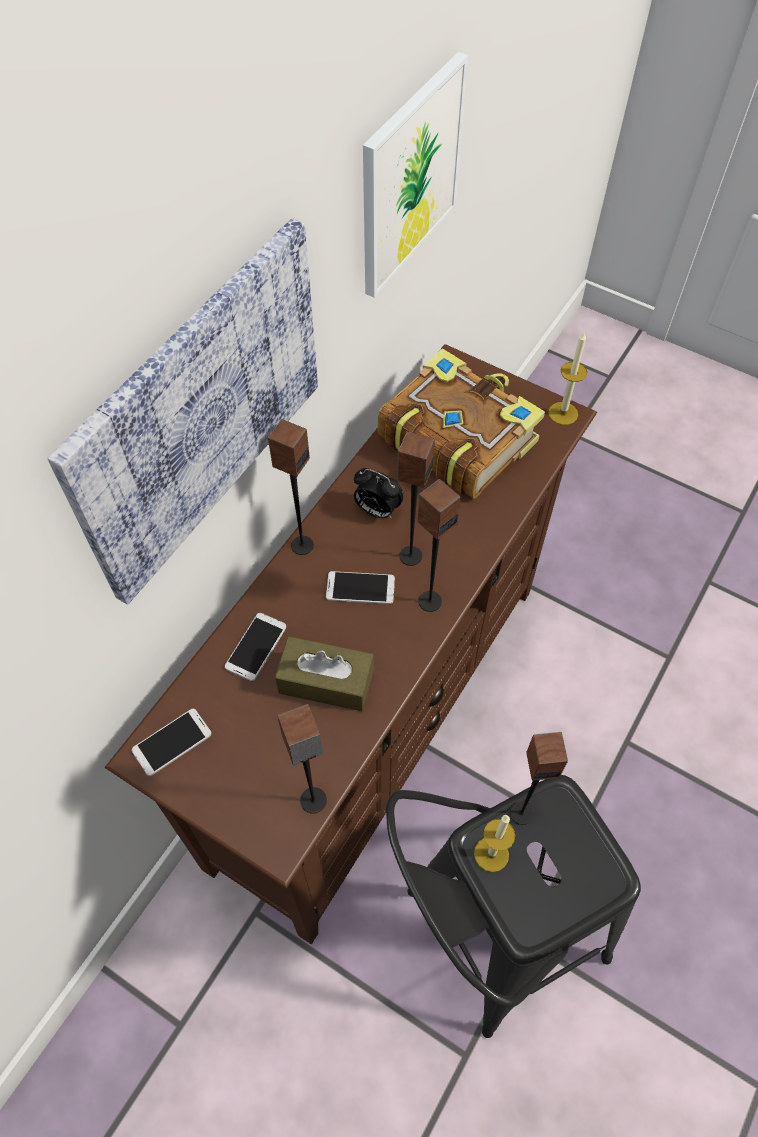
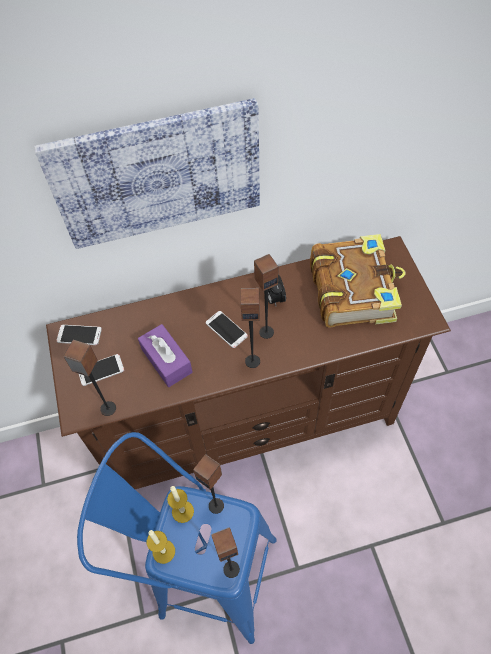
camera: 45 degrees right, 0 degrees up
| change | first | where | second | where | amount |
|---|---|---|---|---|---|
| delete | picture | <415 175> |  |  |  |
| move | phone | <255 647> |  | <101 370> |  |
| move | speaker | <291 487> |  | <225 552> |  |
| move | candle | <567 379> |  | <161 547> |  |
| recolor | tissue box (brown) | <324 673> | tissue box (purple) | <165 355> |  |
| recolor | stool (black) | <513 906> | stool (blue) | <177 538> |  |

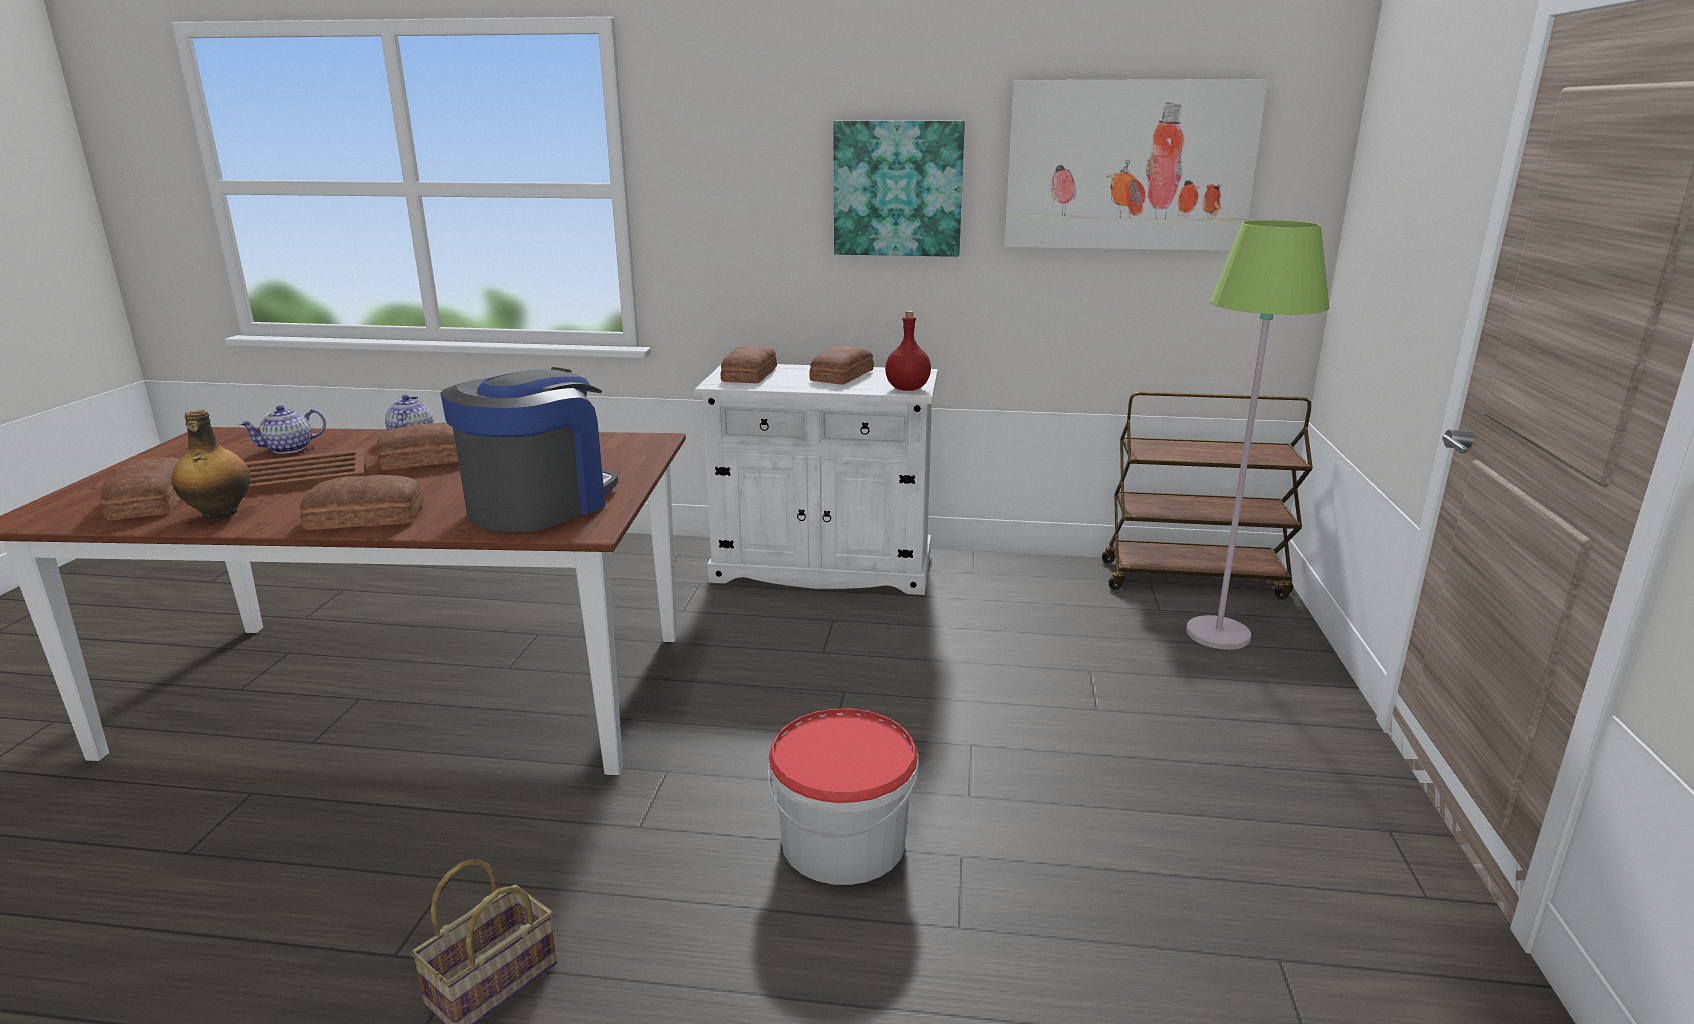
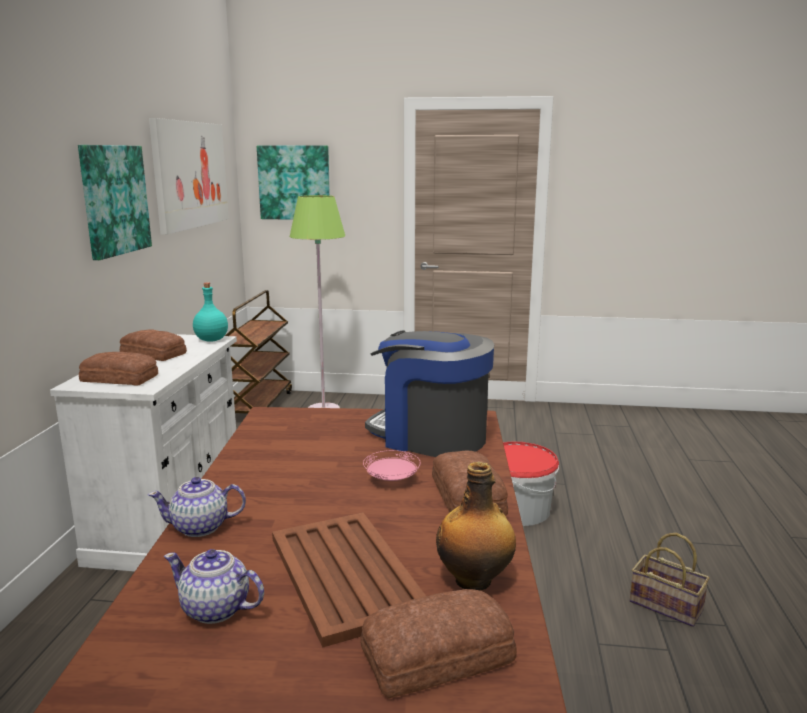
camera: 90 degrees left, 5 degrees down
| change | first | where | second | where | amount |
|---|---|---|---|---|---|
| delete | bread | <417 446> |  |  |  |
| insert |  |  | picture | <293 182> |  |
| insert |  |  | plate (pink) | <392 465> |  |
| recolor | bottle (red) | <908 351> | bottle (turquoise) | <210 312> |  |
| rotate | teapot | <282 429> |  | <214 586> | 150 degrees clockwise |

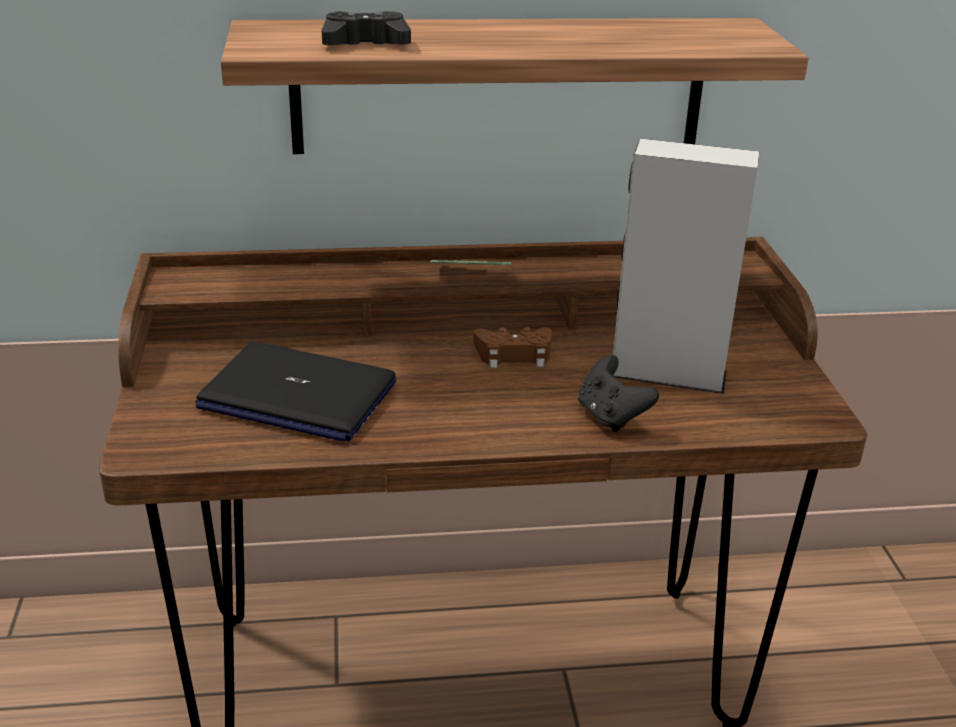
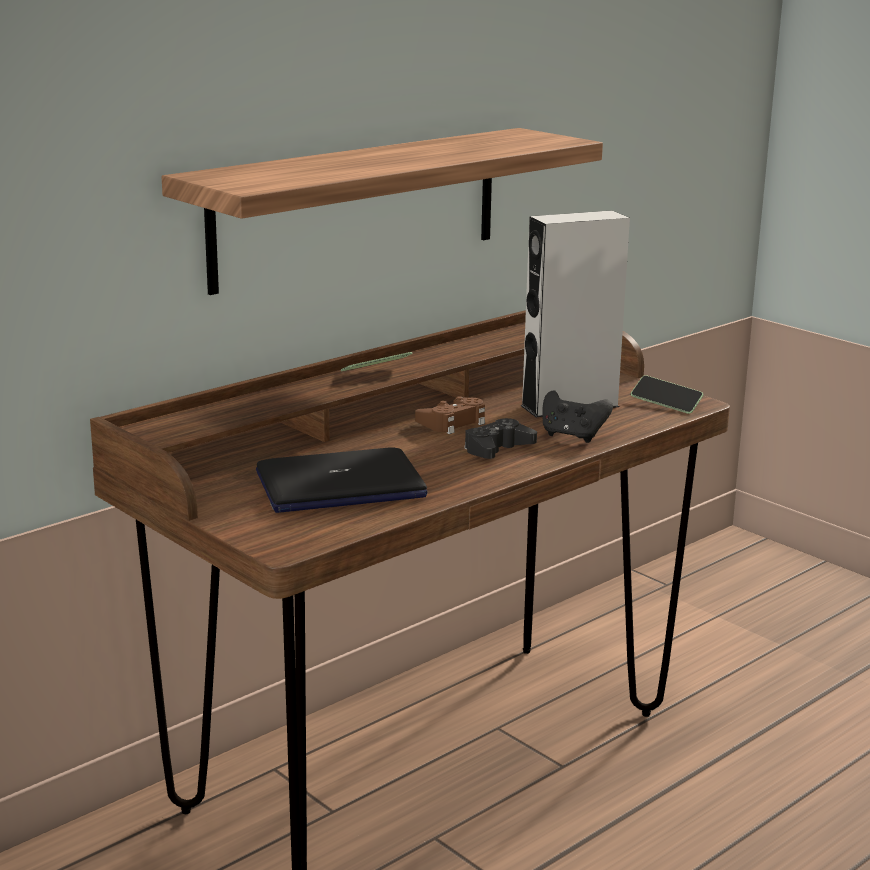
camera: 35 degrees left, 10 degrees down
| change | first | where | second | where | amount |
|---|---|---|---|---|---|
| insert |  |  | phone | <667 394> |  |
| move | game controller (black) | <366 28> |  | <500 438> |  |

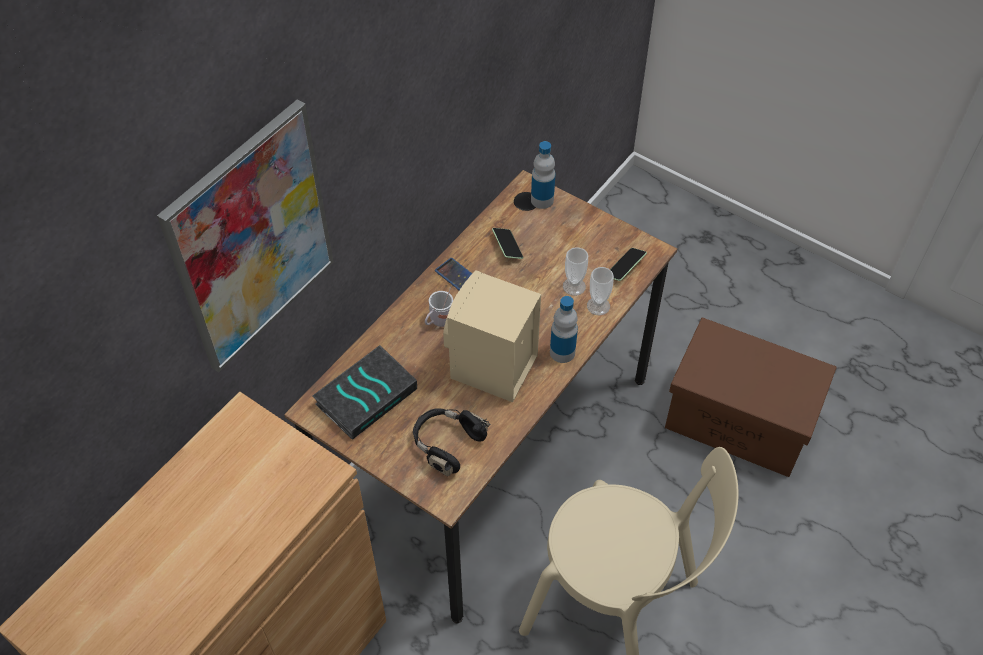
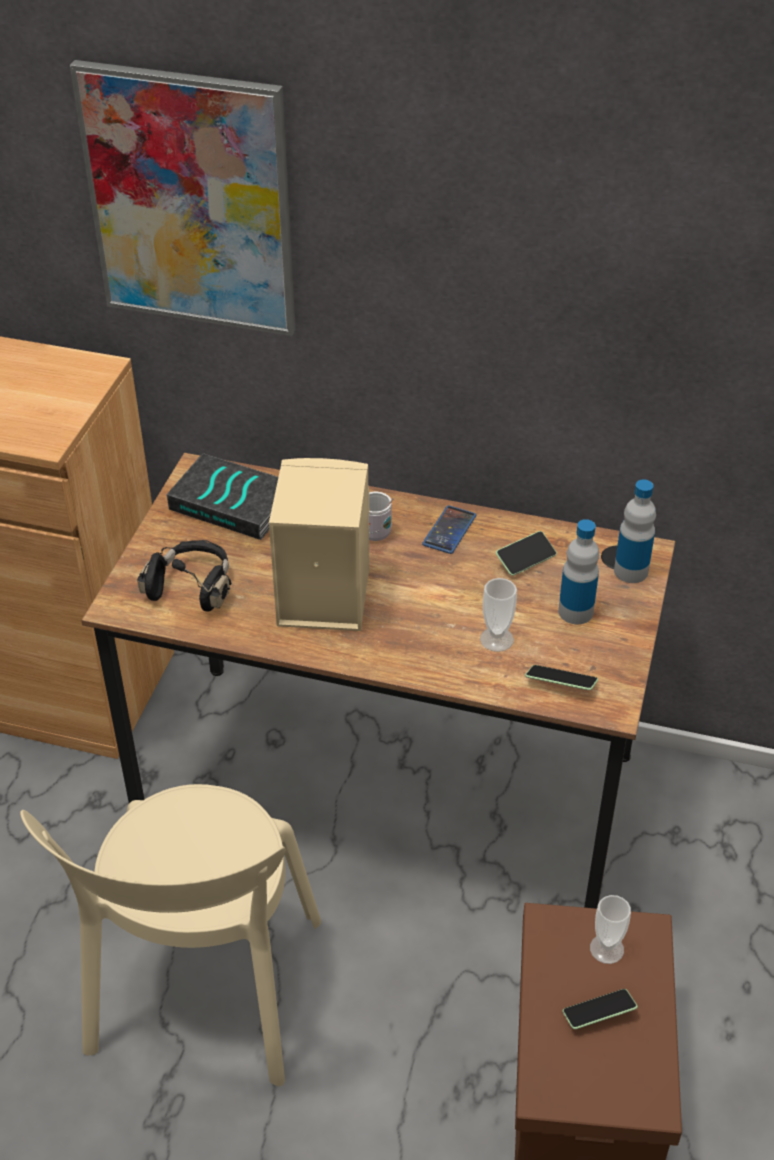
camera: 70 degrees right, 10 degrees down
| change | first | where | second | where | amount |
|---|---|---|---|---|---|
| insert |  |  | phone | <600 1009> |  |
| move | bottle | <564 329> |  | <578 571> |  |
| move | cup | <600 291> |  | <610 929> |  |

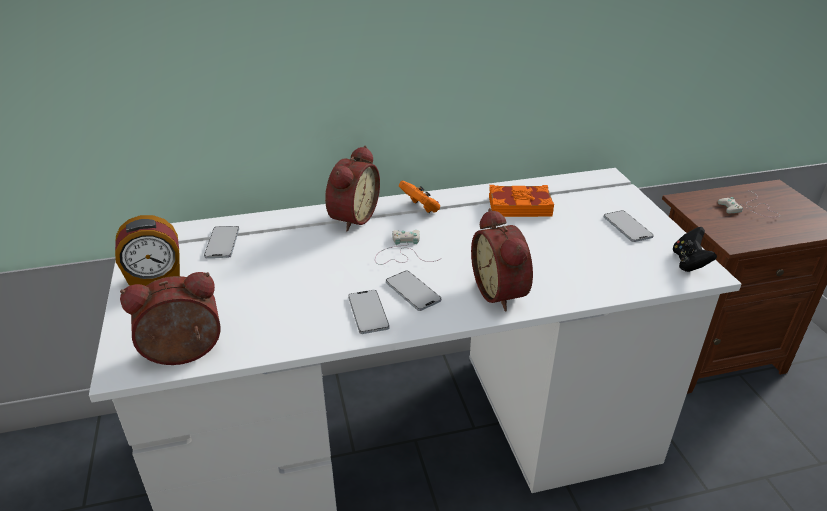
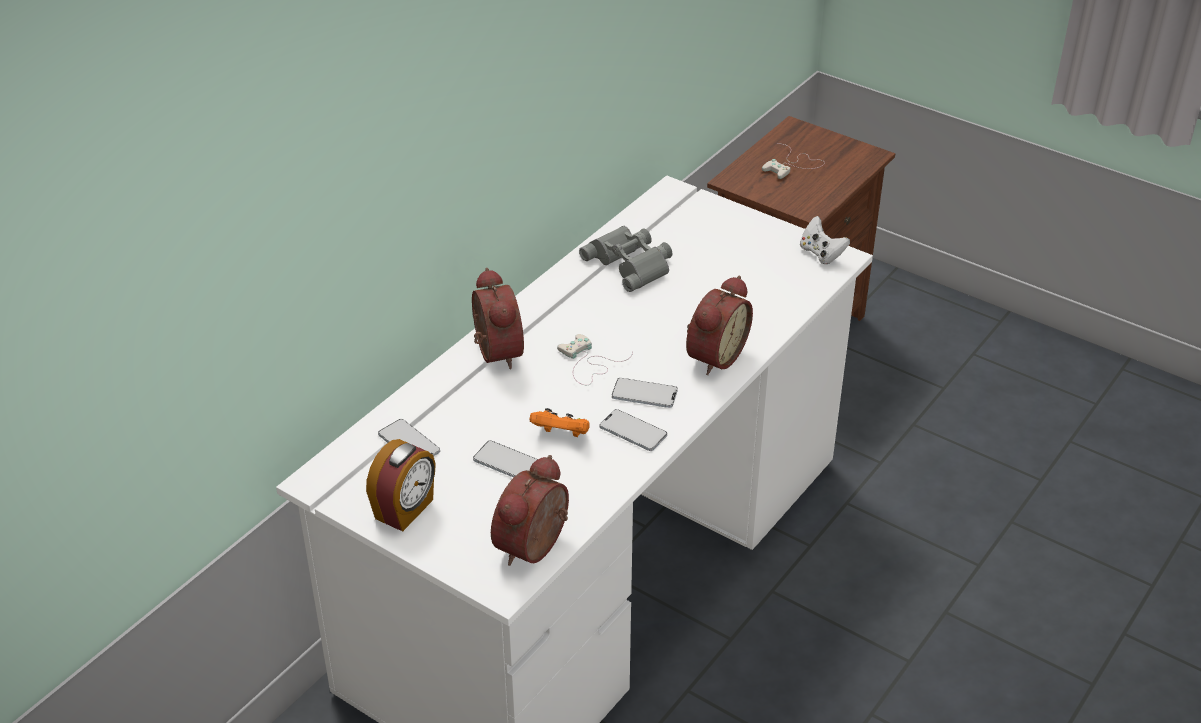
camera: 40 degrees left, 5 degrees up
| change | first | where | second | where | amount |
|---|---|---|---|---|---|
| move | game controller (orange) | <419 197> |  | <560 422> |  |
| move | phone | <629 226> |  | <505 459> |  |
| replace | book (orange) | <521 201> | binoculars (grey) | <625 259> |  |
| recolor | game controller (black) | <695 249> | game controller (white) | <825 240> |  |
| rotate | alarm clock | <502 259> |  | <719 325> | 90 degrees counterclockwise |

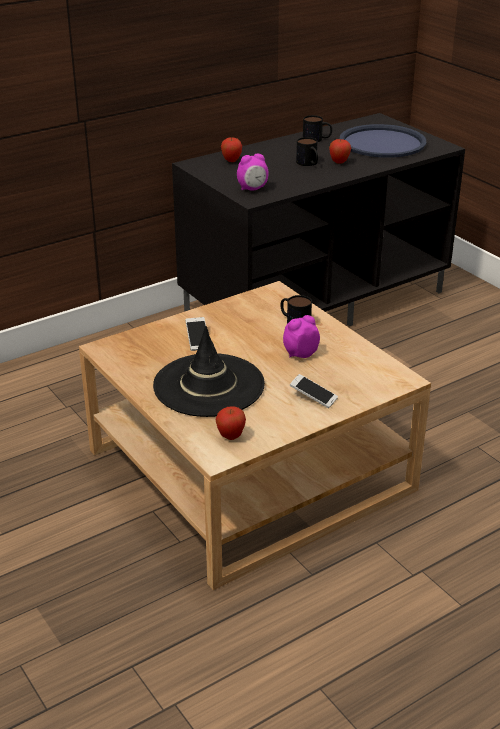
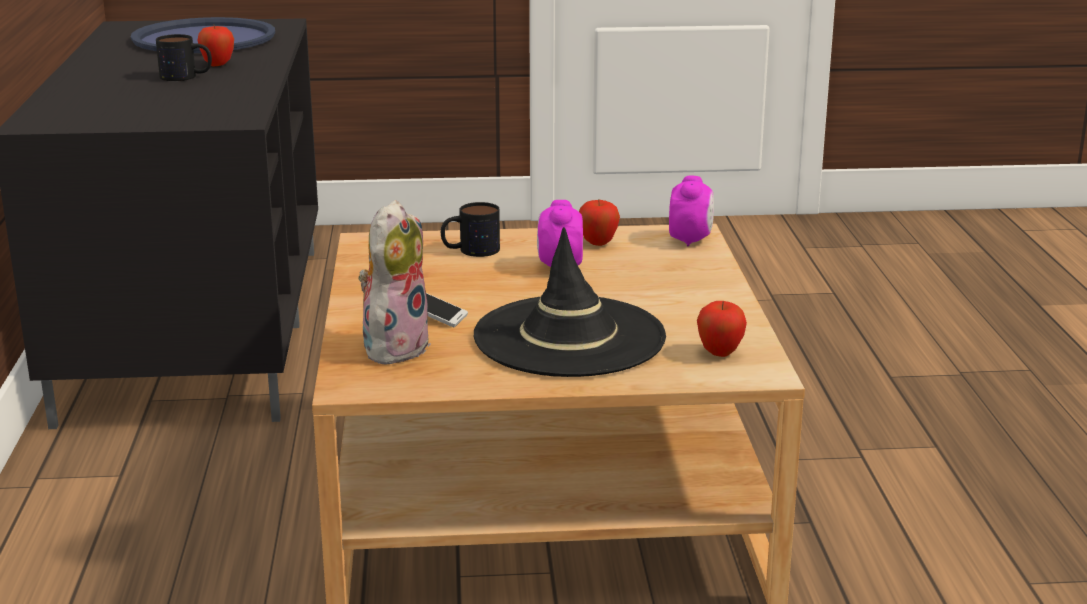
camera: 60 degrees left, 10 degrees down
| change | first | where | second | where | amount |
|---|---|---|---|---|---|
| delete | phone | <314 391> |  |  |  |
| delete | mug | <317 128> |  |  |  |
| insert |  |  | plush toy | <394 282> |  |
| move | apple | <231 149> |  | <599 222> |  |
| move | alarm clock | <253 172> |  | <691 211> |  |

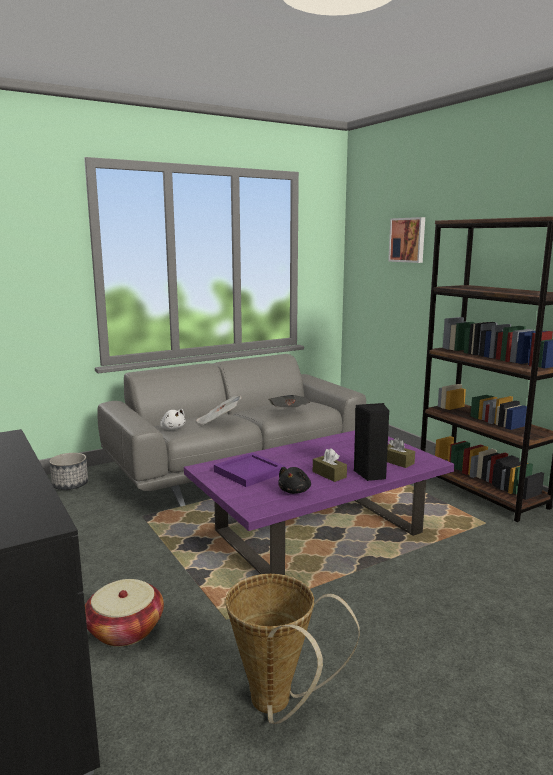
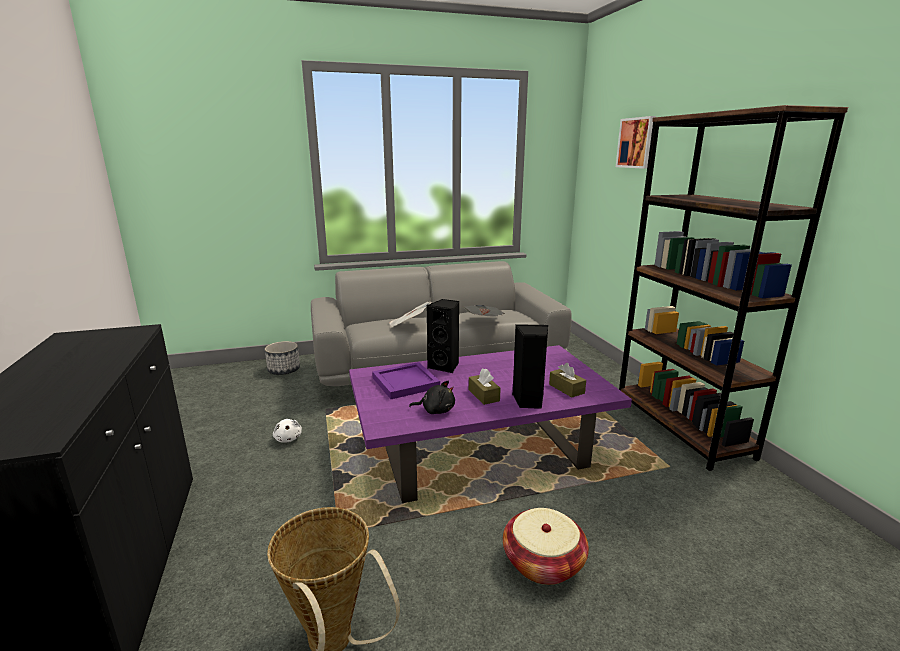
camera: 15 degrees right, 5 degrees up
| change | first | where | second | where | amount |
|---|---|---|---|---|---|
| insert |  |  | speaker (black) | <443 336> |  |
| move | basket | <124 613> |  | <546 546> |  |
| move | plush toy (white) | <172 419> |  | <287 430> |  |
| rotate | plush toy (black) | <294 480> |  | <432 397> | 120 degrees counterclockwise |

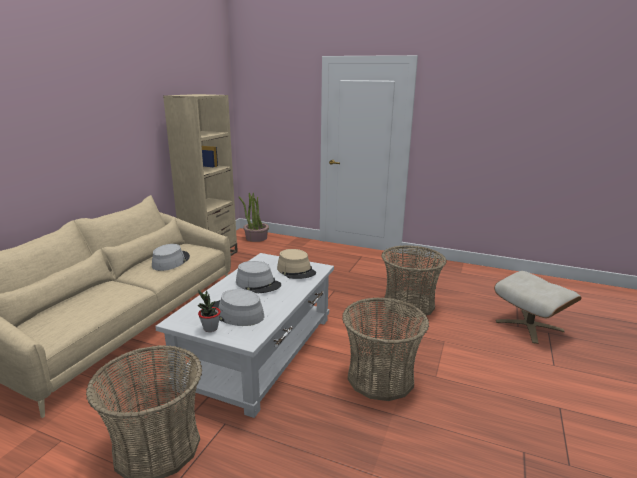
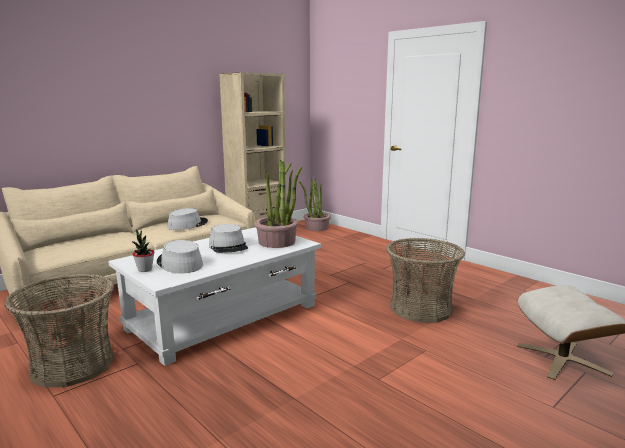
camera: 25 degrees right, 5 degrees down
| change | first | where | second | where | amount |
|---|---|---|---|---|---|
| delete | basket | <385 349> |  |  |  |
| replace | hat (beige) | <296 264> | potted plant | <278 204> |  |

